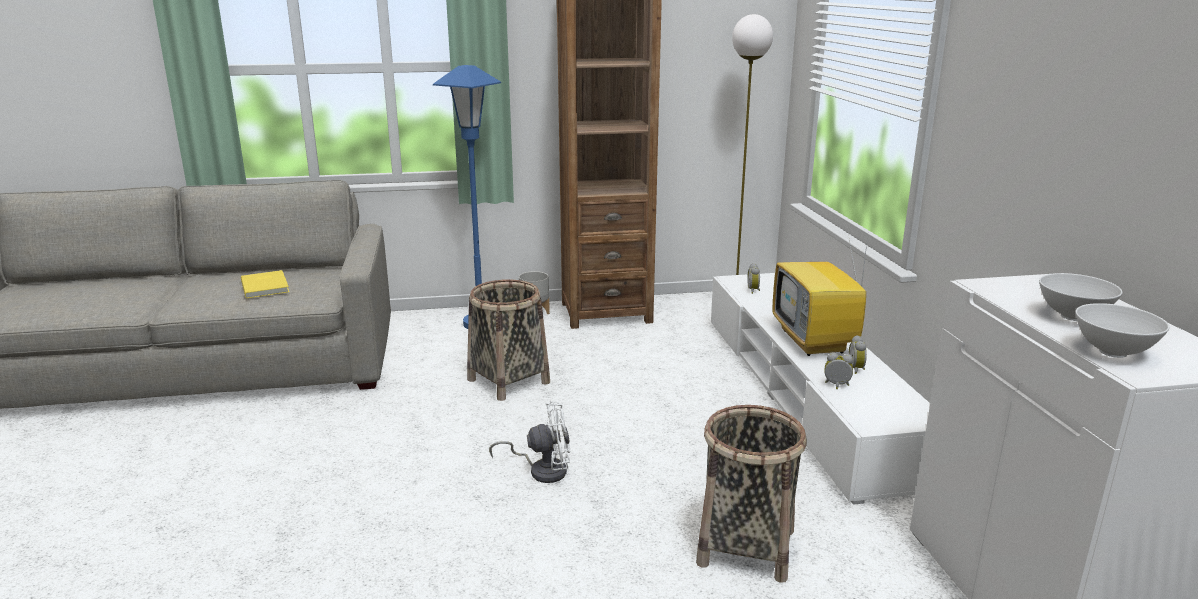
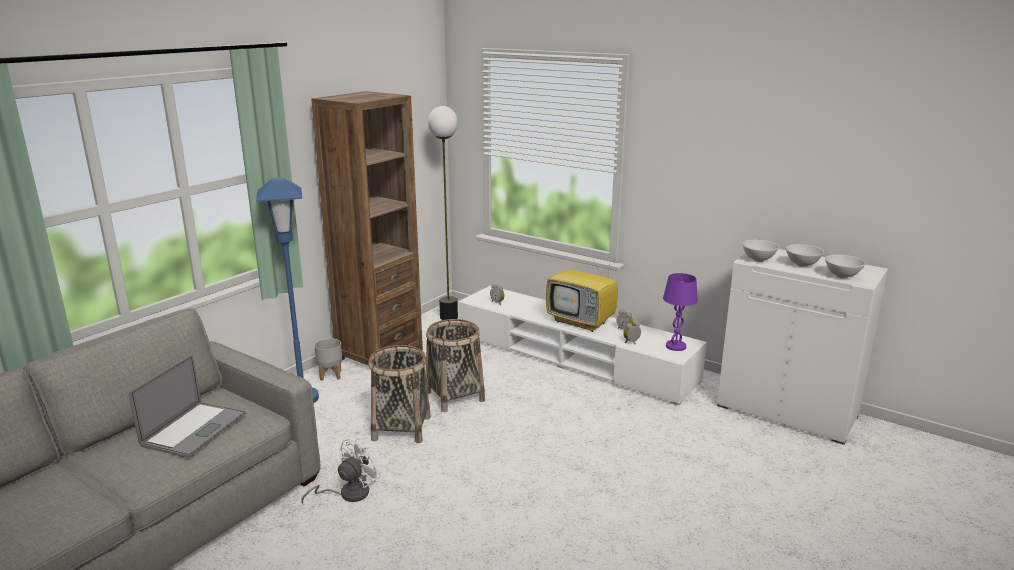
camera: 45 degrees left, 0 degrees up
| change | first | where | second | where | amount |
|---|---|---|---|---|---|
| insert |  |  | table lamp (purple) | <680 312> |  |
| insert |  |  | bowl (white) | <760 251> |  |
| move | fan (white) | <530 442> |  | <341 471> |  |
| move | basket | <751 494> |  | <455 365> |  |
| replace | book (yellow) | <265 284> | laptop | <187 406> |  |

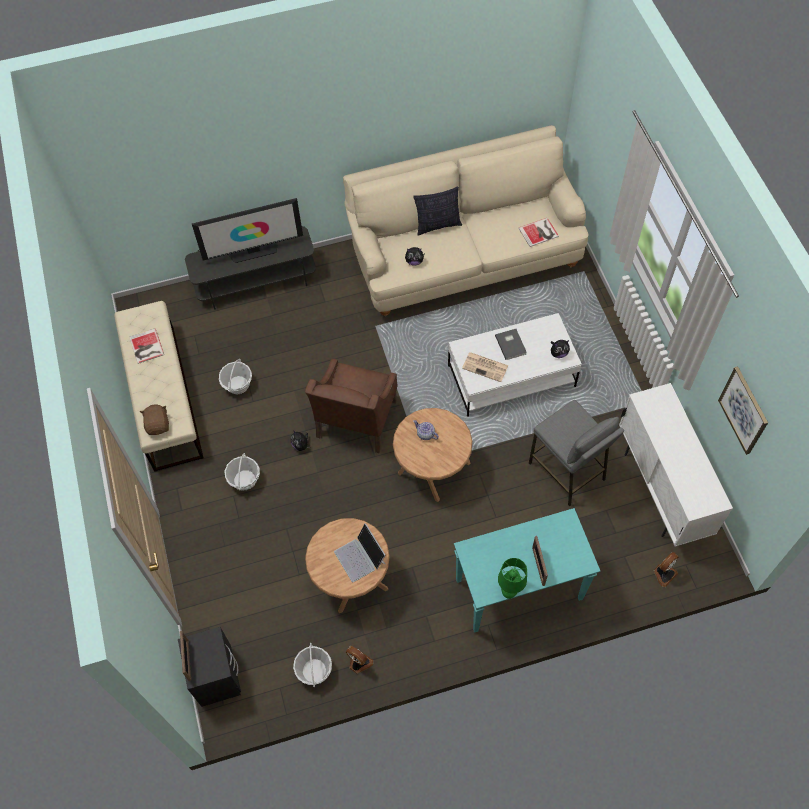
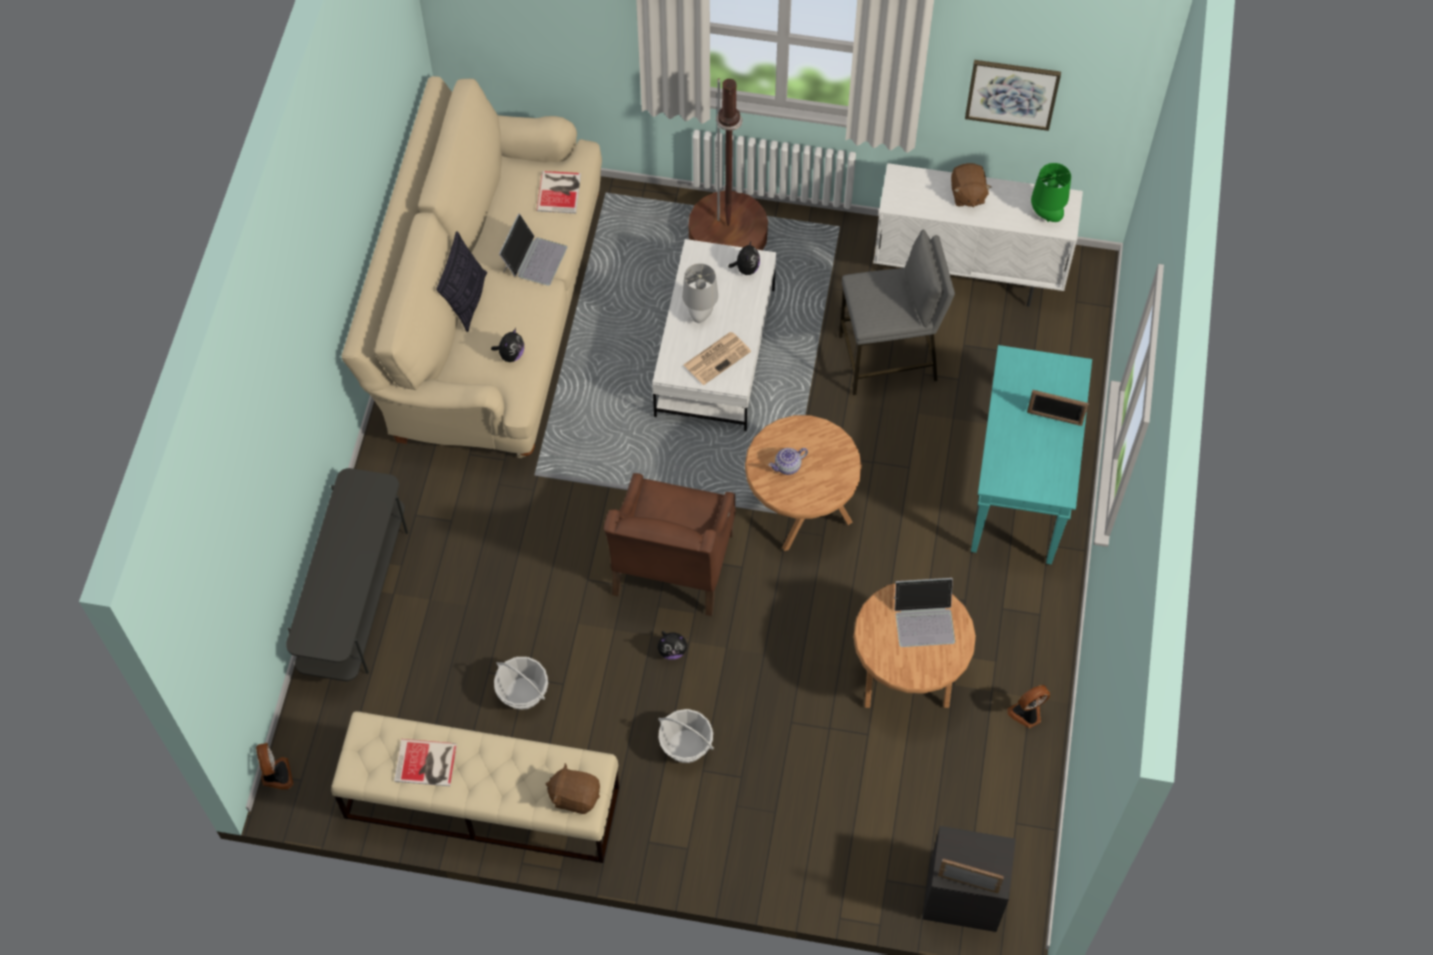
camera: 65 degrees left, 0 degrees up
| change | first | where | second | where | amount |
|---|---|---|---|---|---|
| delete | television | <247 230> |  |  |  |
| delete | basket | <312 665> |  |  |  |
| insert |  |  | laptop | <533 250> |  |
| insert |  |  | floor lamp (brown) | <728 164> |  |
| insert |  |  | plush toy (brown) | <971 185> |  |
| move | table lamp (green) | <512 578> |  | <1051 192> |  |
| move | fan | <666 569> |  | <275 766> |  |
| replace | book (grey) | <511 344> | table lamp (grey) | <700 293> |  |
| rotate | armchair (brown) | <351 406> |  | <670 544> | 60 degrees clockwise |

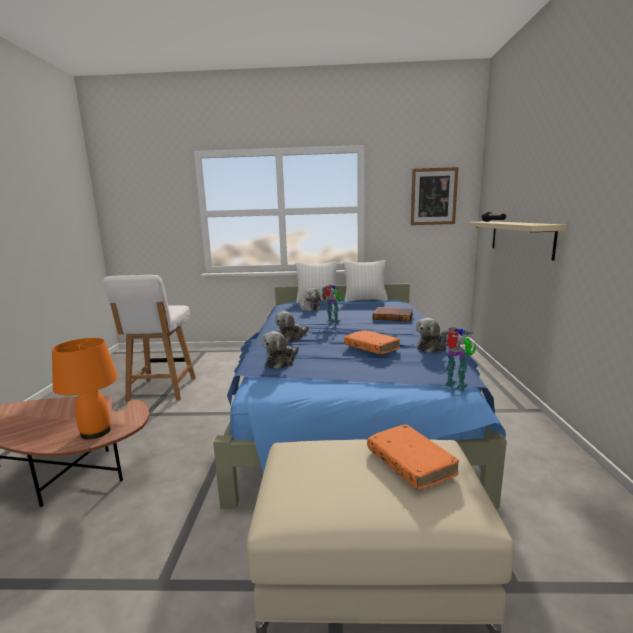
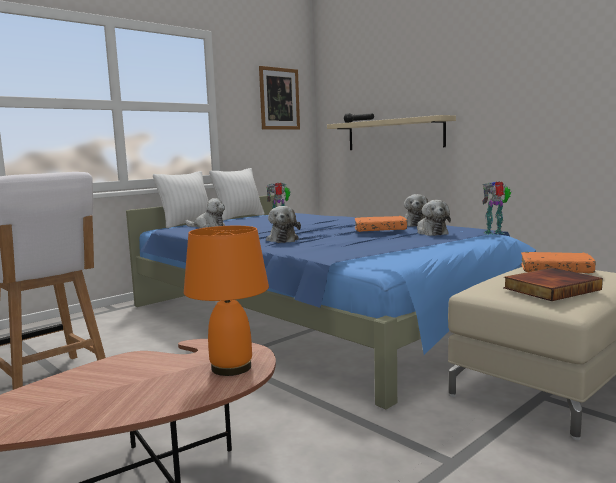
camera: 45 degrees left, 5 degrees down
| change | first | where | second | where | amount |
|---|---|---|---|---|---|
| move | plush toy | <280 350> |  | <434 218> |  |
| move | book | <393 314> |  | <553 284> |  |

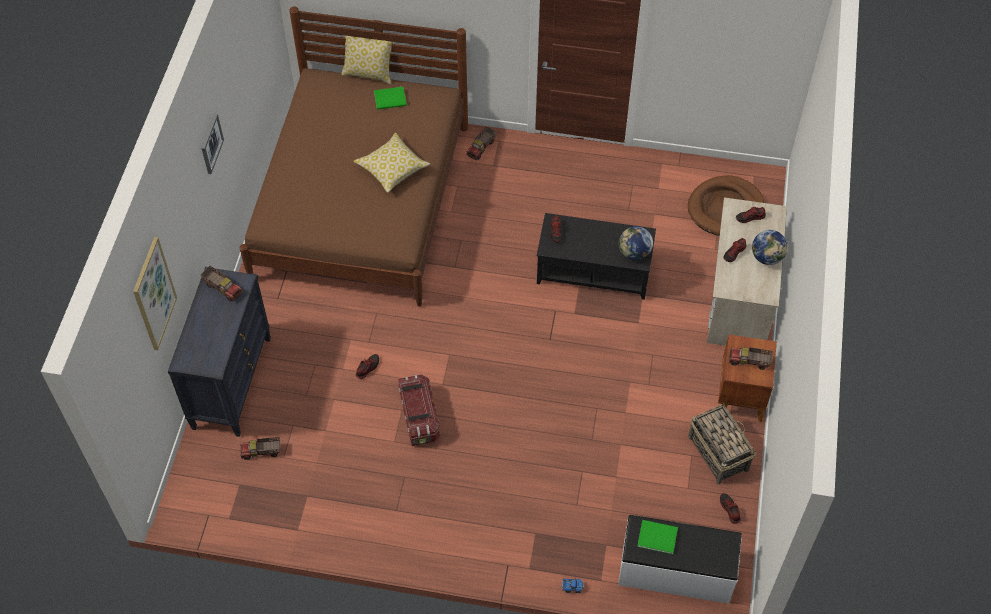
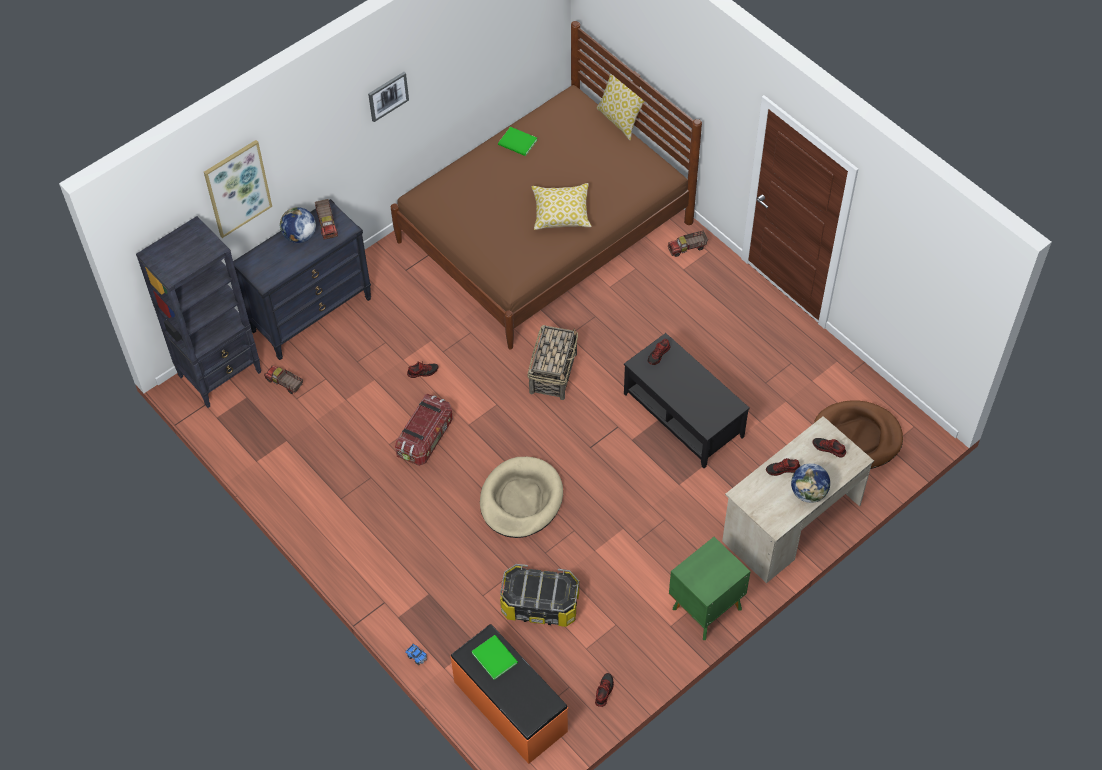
camera: 40 degrees right, 0 degrees up
| change | first | where | second | where | amount |
|---|---|---|---|---|---|
| delete | toy truck | <751 358> |  |  |  |
| insert |  |  | bookcase (black) | <198 312> |  |
| insert |  |  | dog bed (beige) | <521 497> |  |
| insert |  |  | storage box | <539 595> |  |
| move | book (green) | <390 98> |  | <517 141> |  |
| move | globe | <636 243> |  | <297 225> |  |
| move | basket | <722 444> |  | <552 362> |  |
| recolor | bench (white) | <680 559> | bench (orange) | <509 694> |  |
| recolor | nightstand (brown) | <747 378> | nightstand (green) | <710 588> |  |

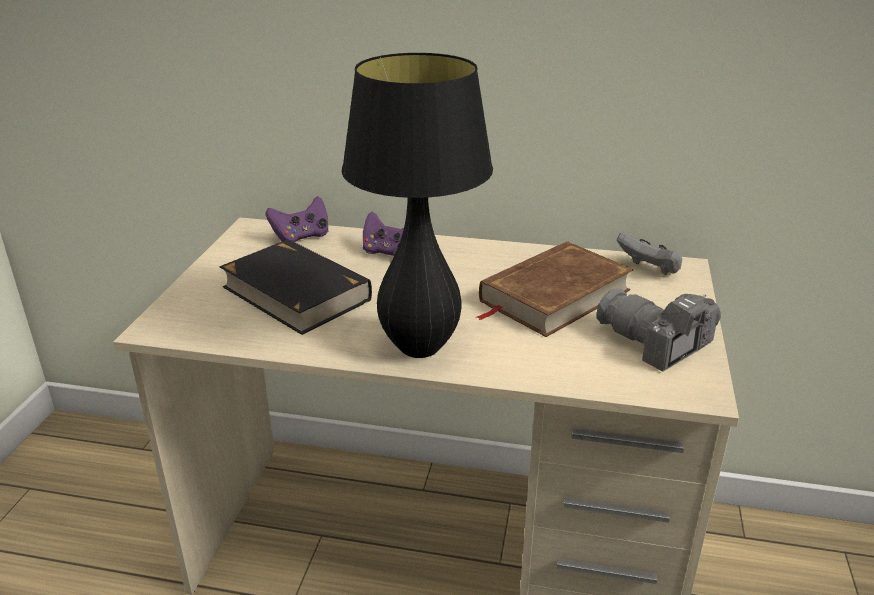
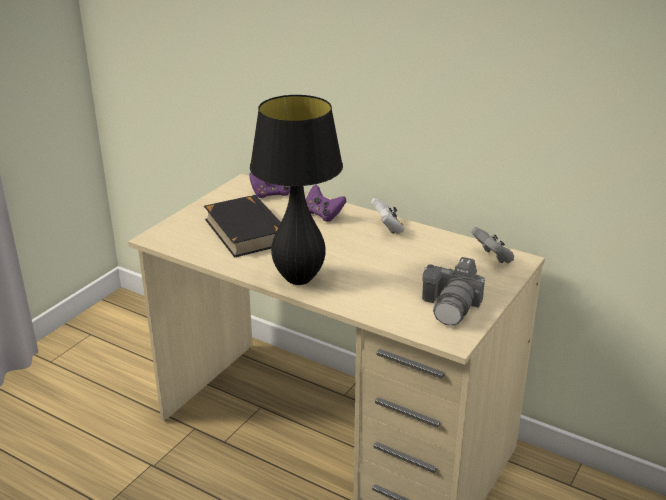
camera: 20 degrees right, 0 degrees up
| change | first | where | second | where | amount |
|---|---|---|---|---|---|
| delete | book (brown) | <555 289> |  |  |  |
| insert |  |  | game controller (white) | <387 216> |  |
| rotate | photo camera | <658 330> |  | <453 291> | 135 degrees counterclockwise |

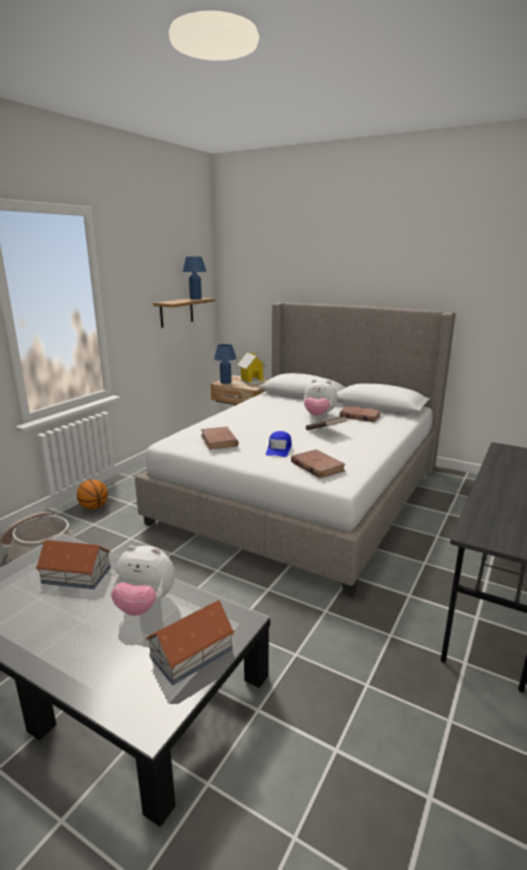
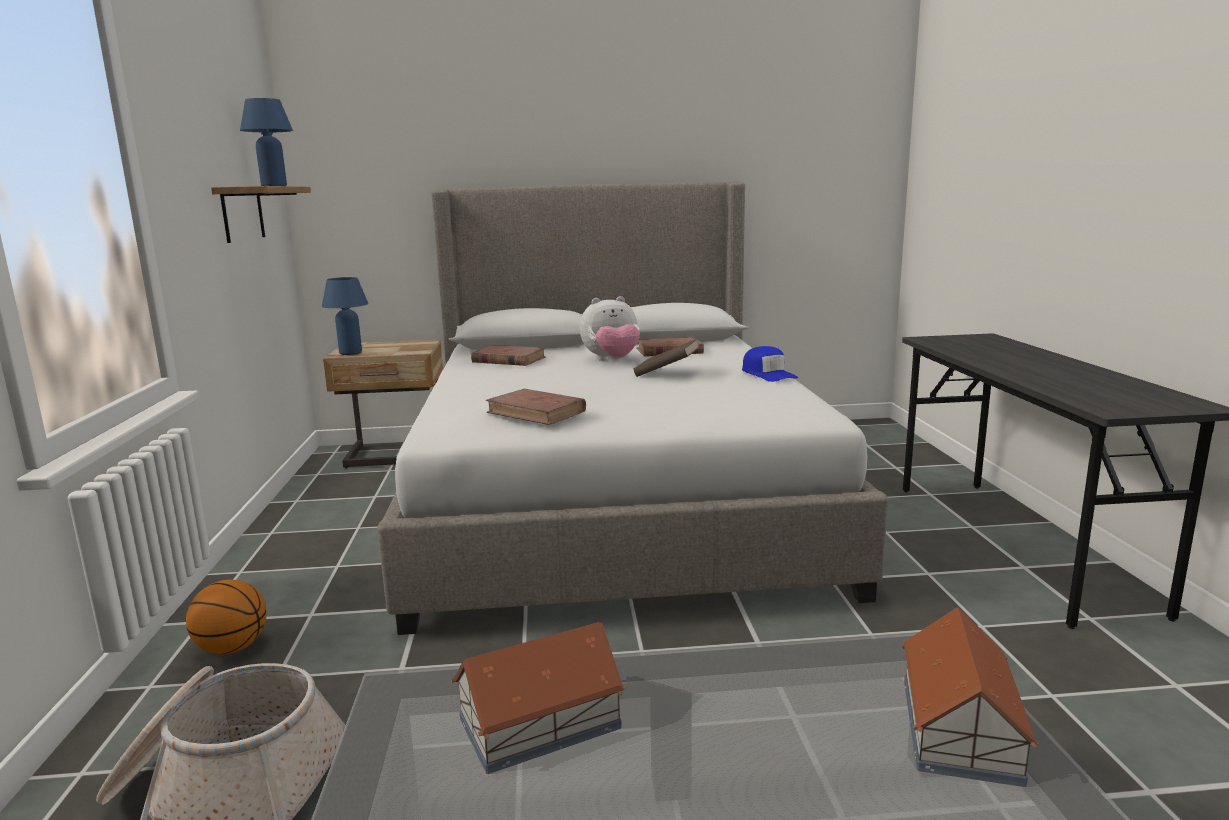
camera: 35 degrees left, 5 degrees down
| change | first | where | second | where | amount |
|---|---|---|---|---|---|
| delete | plush toy | <143 580> |  |  |  |
| delete | toy house | <252 368> |  |  |  |
| move | cap (blue) | <279 444> |  | <770 364> |  |
| move | book (brown) | <318 463> |  | <508 355> |  |

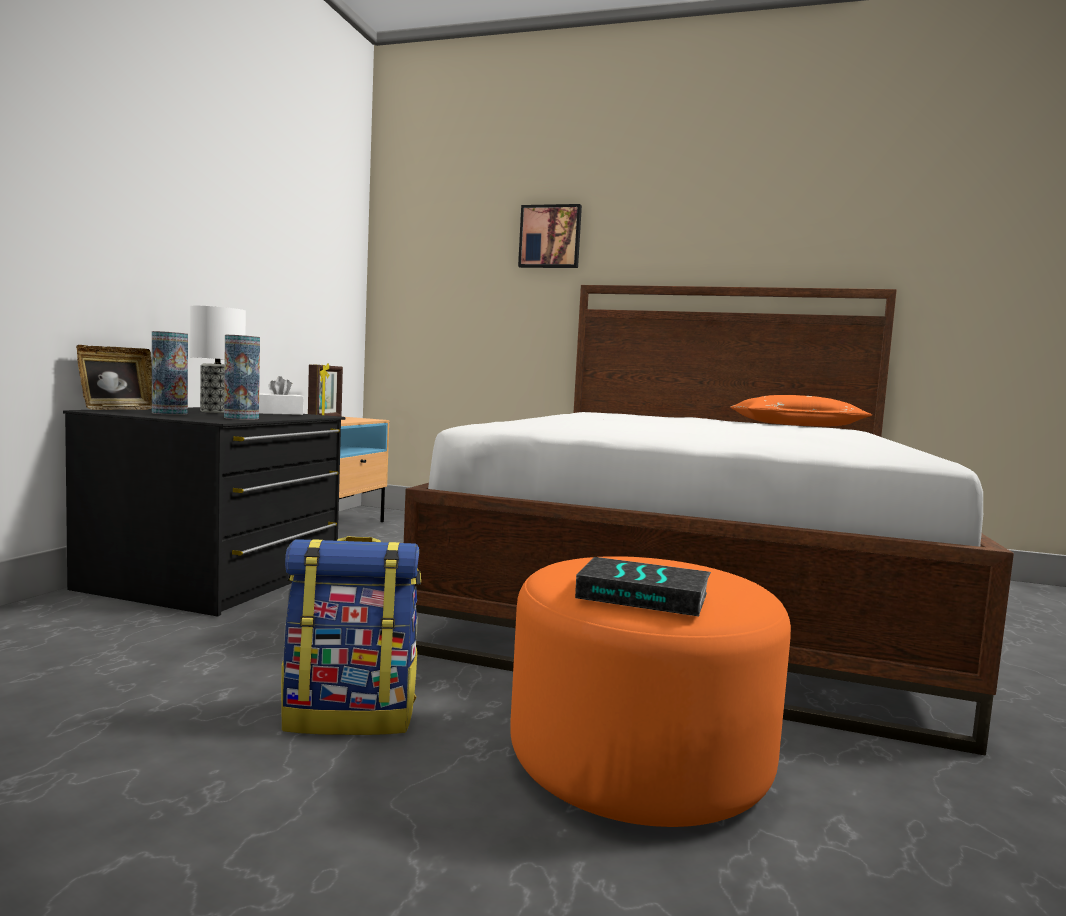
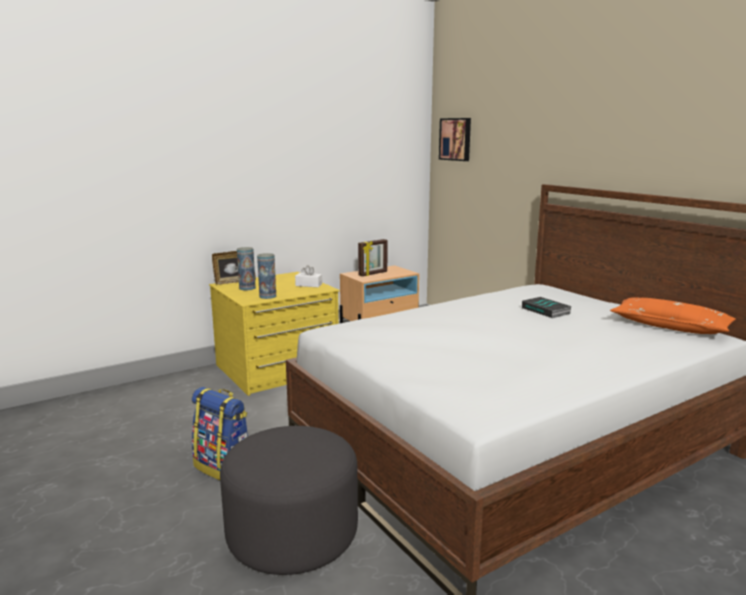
camera: 40 degrees right, 10 degrees up
| change | first | where | second | where | amount |
|---|---|---|---|---|---|
| delete | table lamp | <218 359> |  |  |  |
| move | picture | <550 236> |  | <455 139> |  |
| move | book | <643 587> |  | <547 307> |  |
| recolor | dresser (black) | <204 512> | dresser (yellow) | <274 334> |  |
| recolor | ottoman (orange) | <650 691> | ottoman (grey) | <289 500> |  |

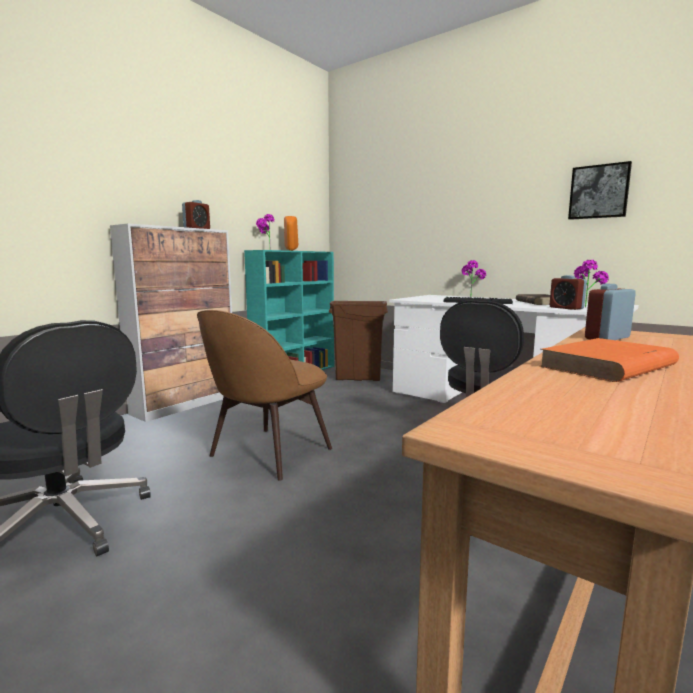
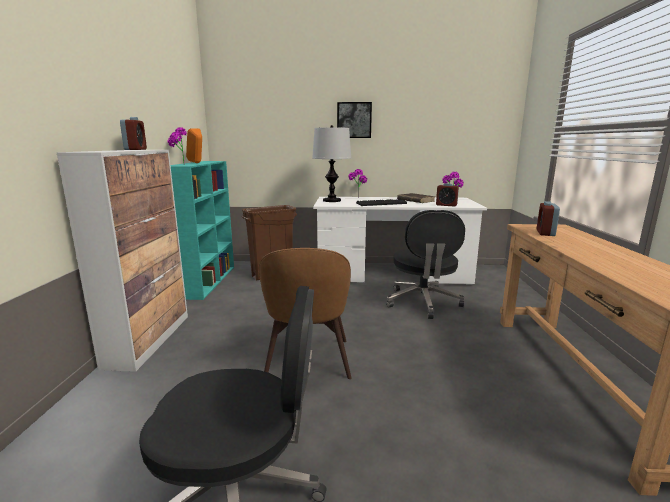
camera: 35 degrees left, 5 degrees up
| change | first | where | second | where | amount |
|---|---|---|---|---|---|
| delete | book (orange) | <609 360> |  |  |  |
| insert |  |  | table lamp | <331 163> |  |
| move | picture | <600 190> |  | <354 120> |  |

